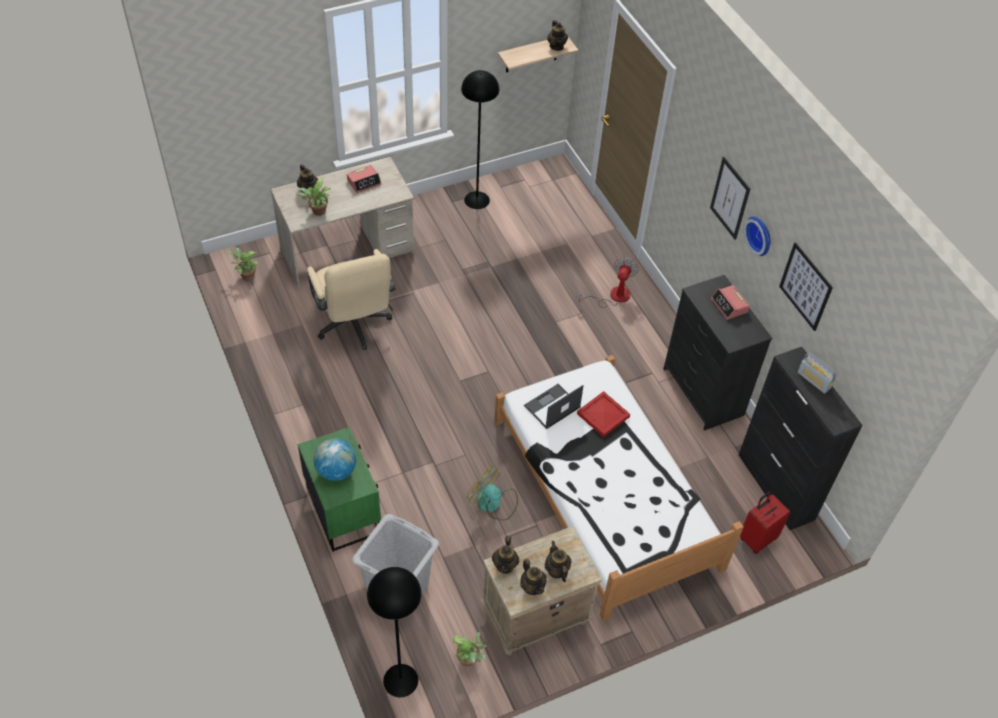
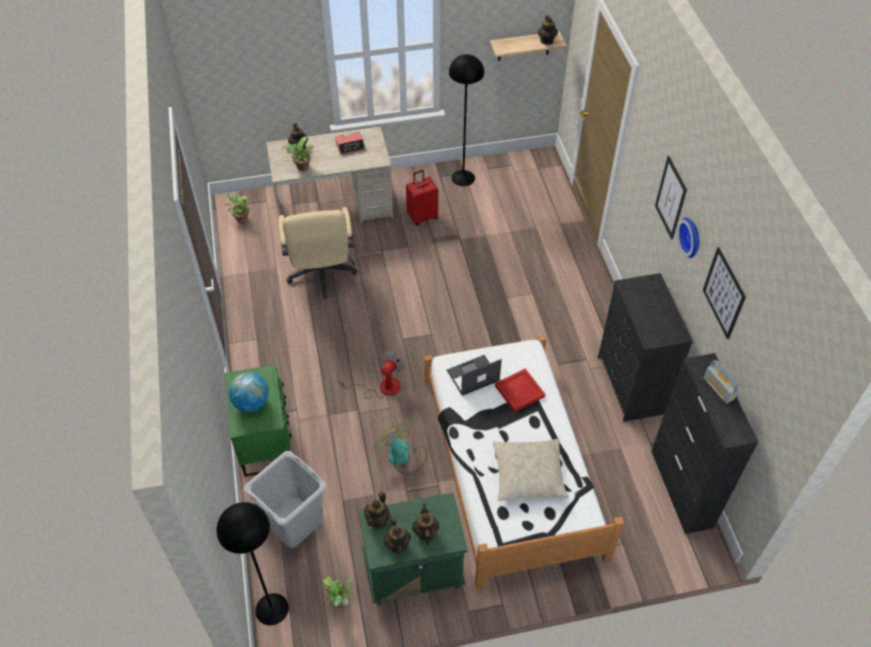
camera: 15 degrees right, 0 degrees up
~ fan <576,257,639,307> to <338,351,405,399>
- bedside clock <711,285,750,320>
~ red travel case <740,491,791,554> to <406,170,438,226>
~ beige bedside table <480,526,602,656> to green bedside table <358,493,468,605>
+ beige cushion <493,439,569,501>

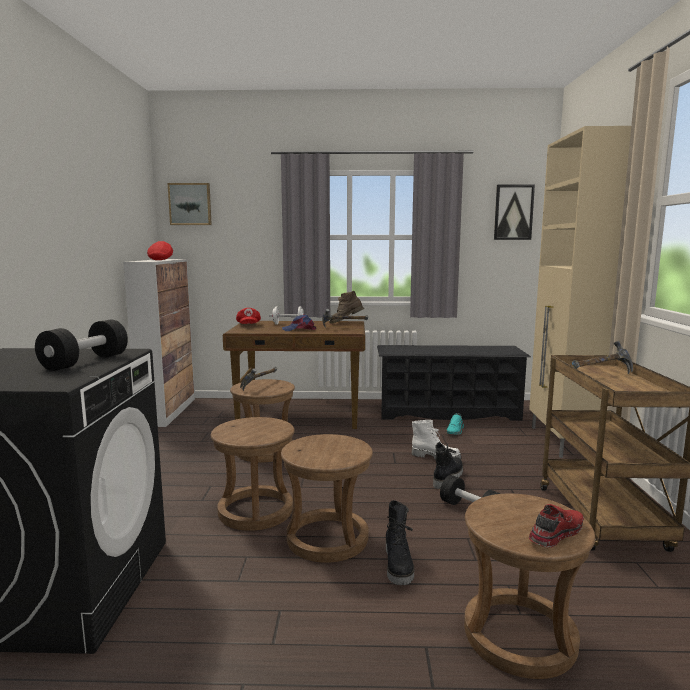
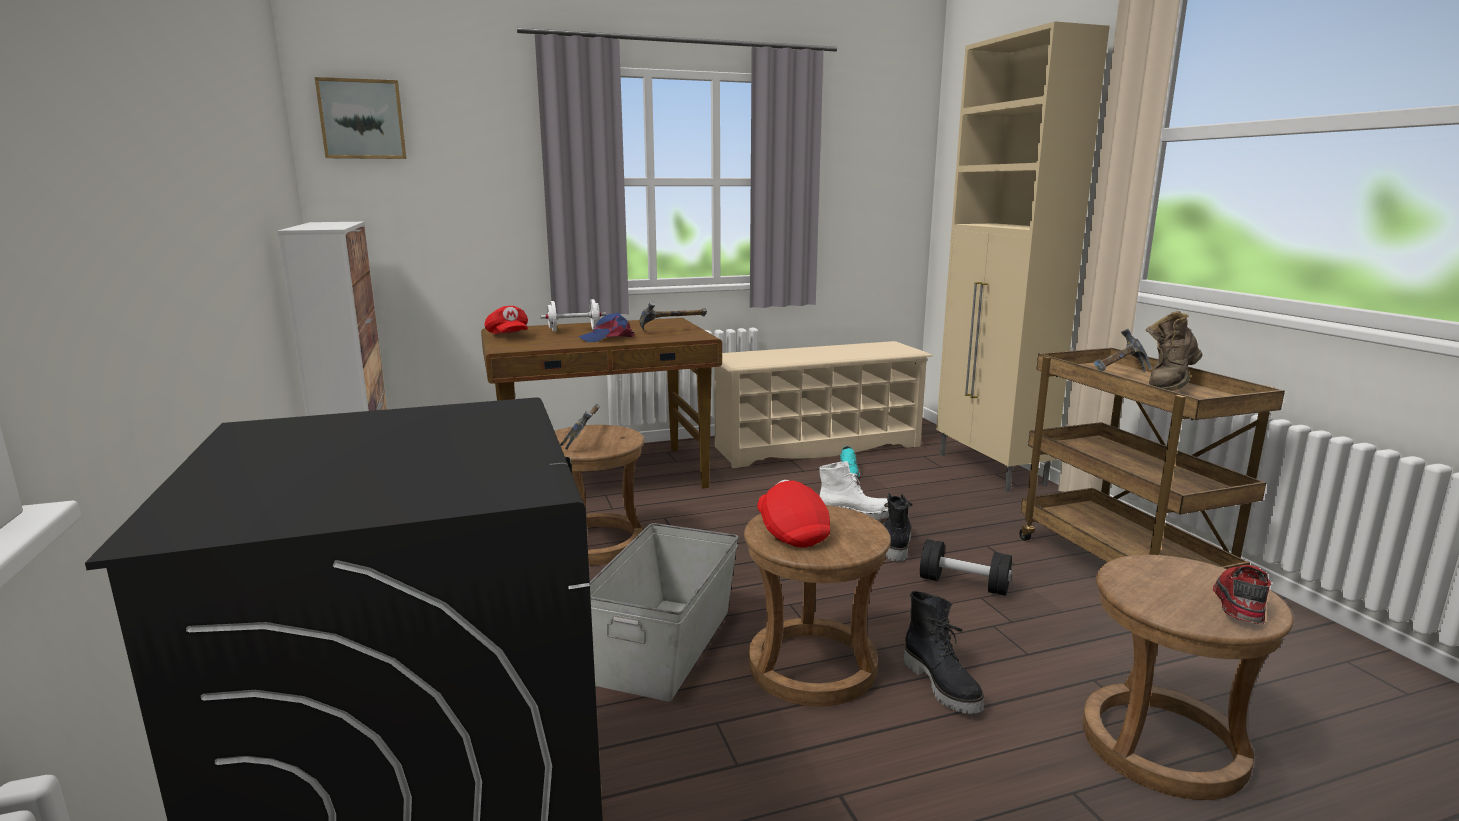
camera: 20 degrees left, 5 degrees up
- picture <494,185,535,240>
~ red baseball cap <147,241,173,260> to <757,480,830,548>
~ brownish high-top boot <329,291,364,323> to <1146,311,1203,391>
- black dumbbell <35,320,128,371>
~ black shoe stand <377,345,531,421> to beige shoe stand <714,341,932,468>
~ brownish sitting stool <211,417,295,531> to grey storage box <589,523,739,702>

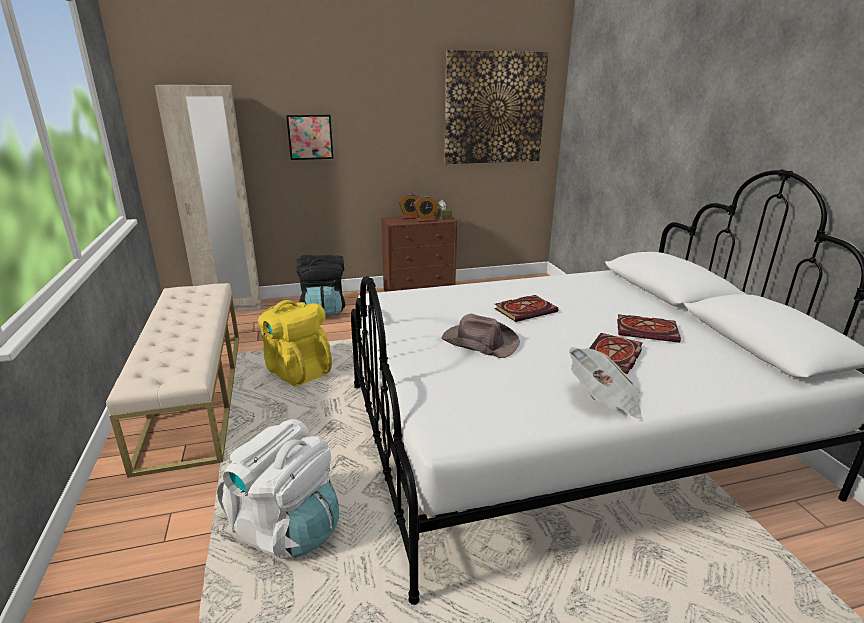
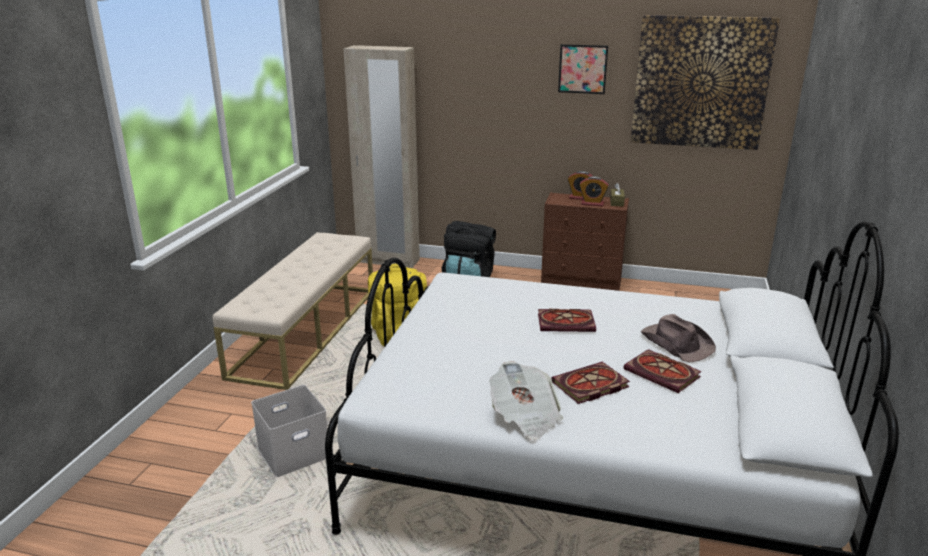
camera: 30 degrees right, 0 degrees up
~ picture <286,115,333,160> to <558,44,608,94>
~ brownish wearable hat <441,314,520,358> to <640,314,716,363>
~ white rucksack <217,419,339,559> to white storage box <251,385,327,477>

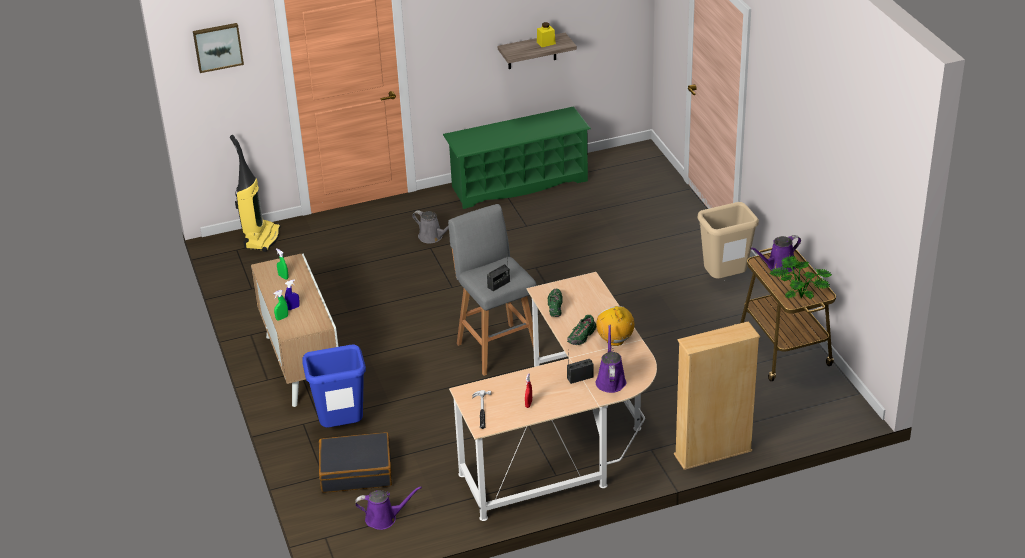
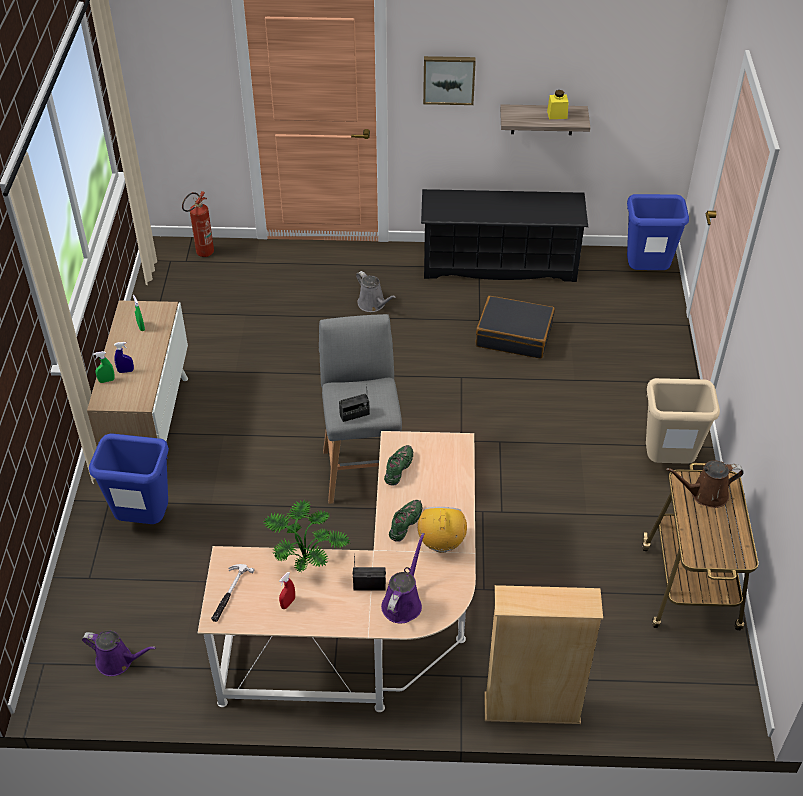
camera: 20 degrees right, 10 degrees up
~ picture <193,23,244,73> to <423,56,476,105>
~ green shoe stand <443,106,591,209> to black shoe stand <421,189,588,282>
~ vacuum <230,135,280,252> to extinguisher <182,191,214,257>
~ purple-coloured watering can <750,235,801,272> to brownish watering can <666,460,744,508>
~ potted plant <770,255,831,299> to <263,500,351,572>
~ green low shoe <567,315,596,345> = <389,500,423,542> 150 degrees clockwise
~ black travel case <319,432,392,493> to <476,296,555,359>
+ bluish waste bin <627,194,689,270>

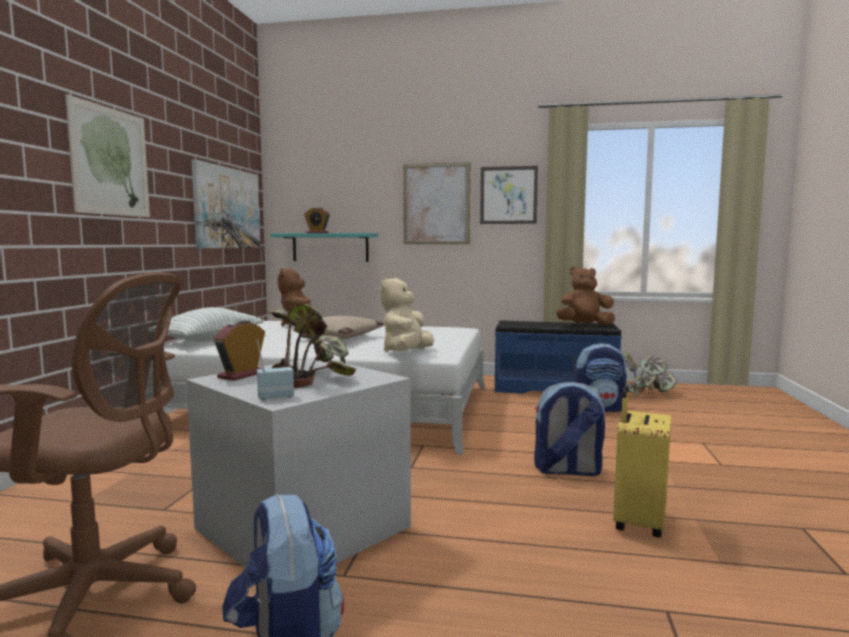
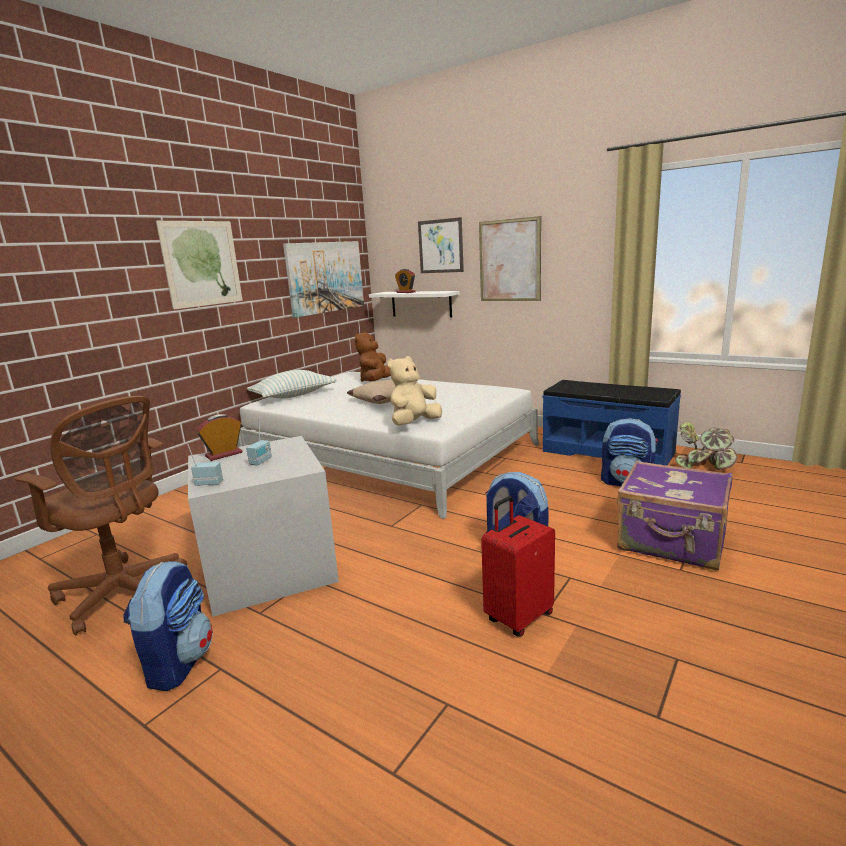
camera: 25 degrees right, 10 degrees up
~ picture <480,166,538,224> to <418,217,464,273>
~ blue-green shelf <271,233,378,262> to white shelf <369,291,460,318>
- brownish plush toy <556,267,615,326>
~ potted plant <266,304,356,388> to radio <246,420,272,466>
~ yellow travel case <613,385,671,538> to red travel case <481,496,555,637>
+ purple-coloured travel case <617,461,733,570>

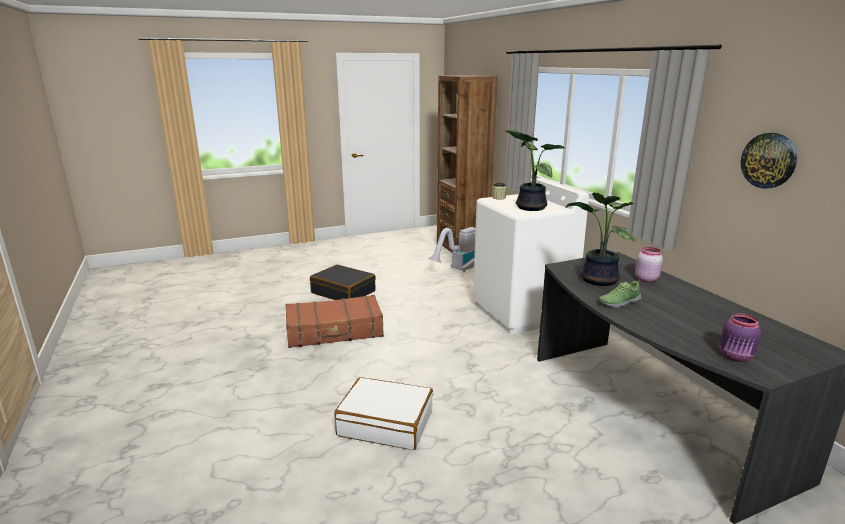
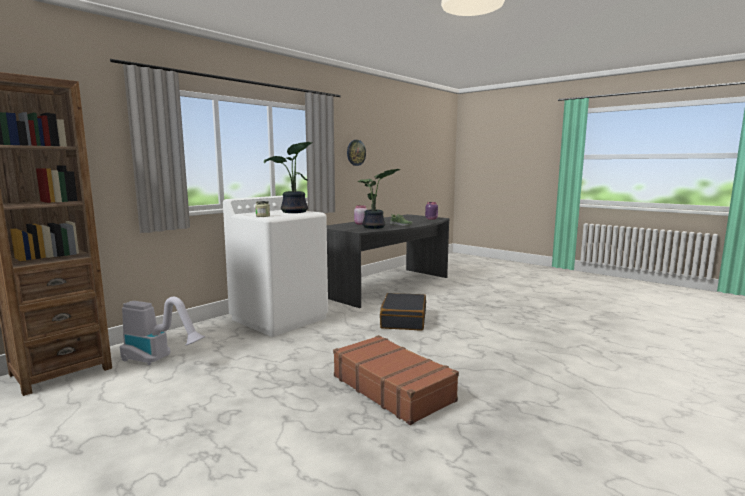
camera: 115 degrees left, 10 degrees down
~ black travel case <310,264,376,300> to <380,293,426,331>
- white travel case <334,377,433,450>

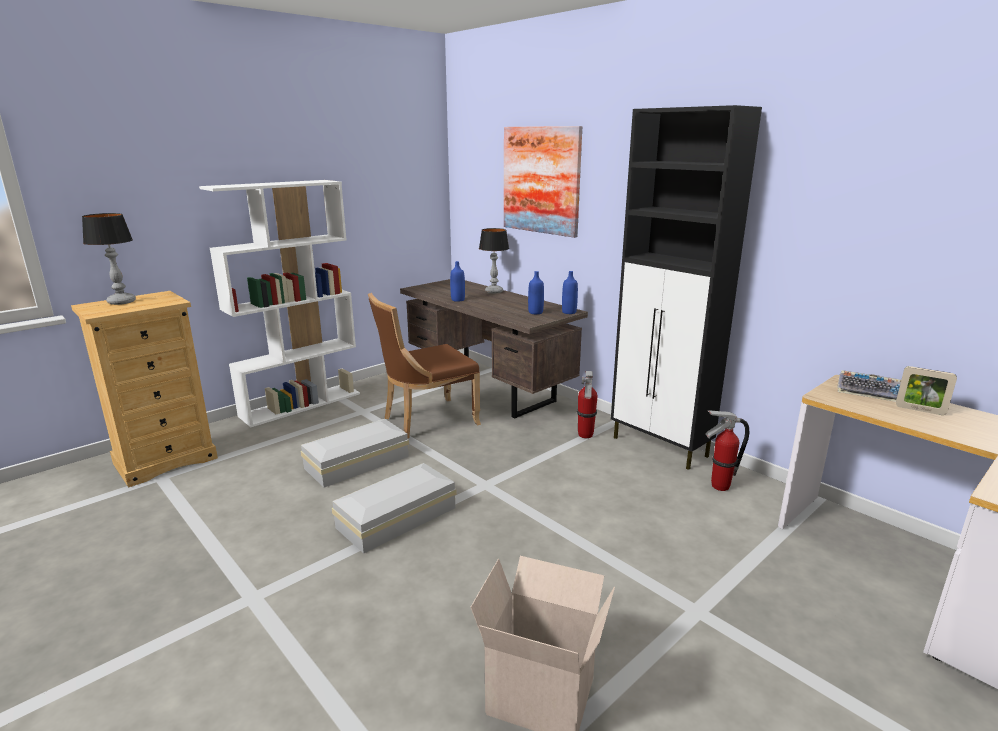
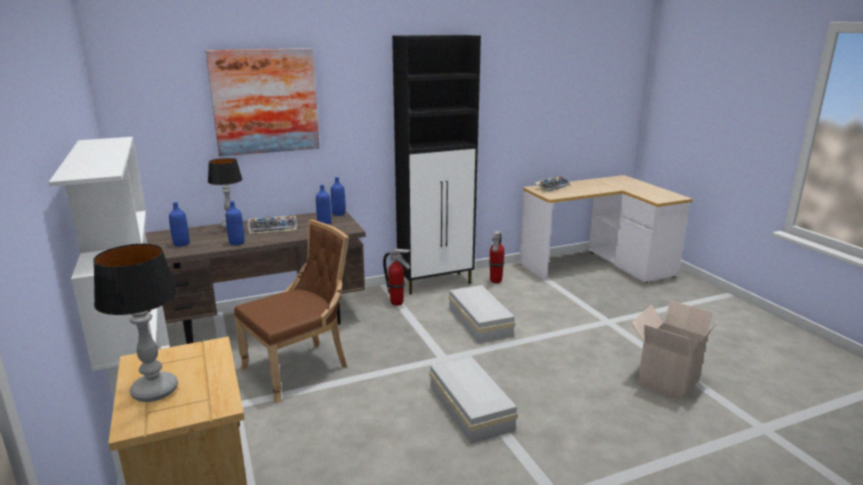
camera: 70 degrees left, 0 degrees up
~ brownish upright chair <368,293,481,438> = <234,220,349,403> 120 degrees counterclockwise
- picture frame <896,366,957,415>
~ white storage box <301,419,409,488> to <448,285,516,343>
+ bluish drink bottle <169,202,189,247>
+ computer keyboard <248,216,297,234>

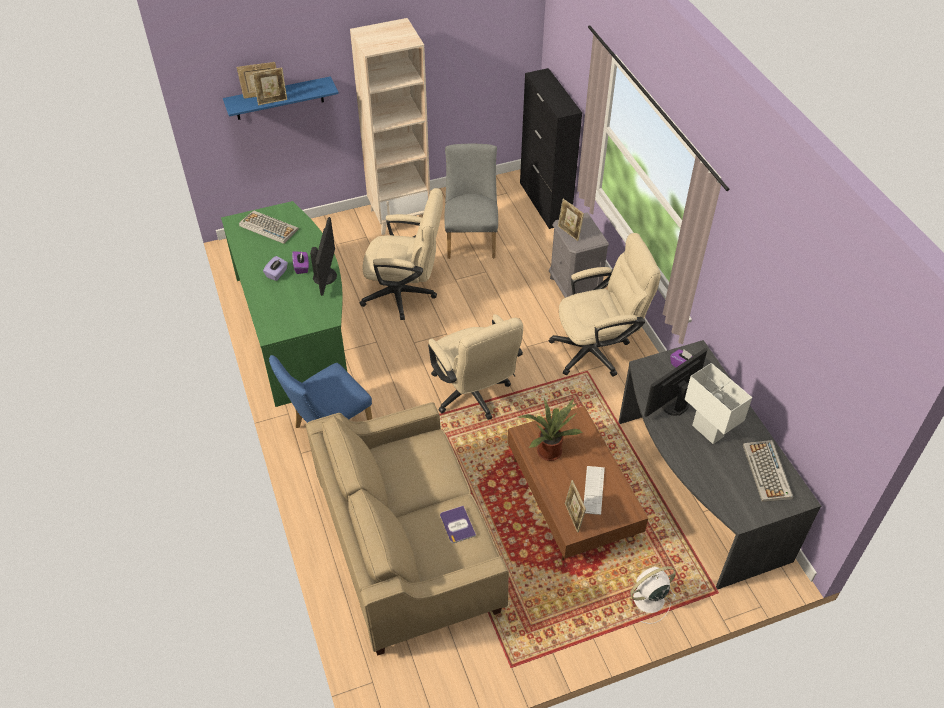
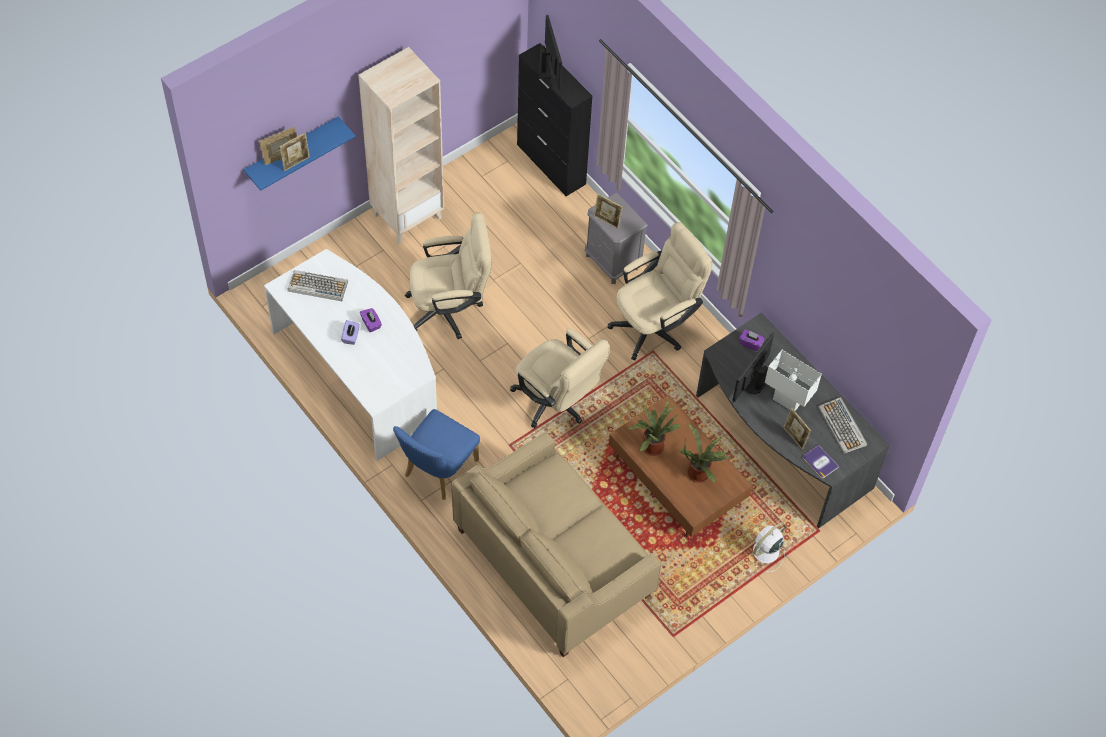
camera: 20 degrees left, 10 degrees up
- grey upright chair <445,144,498,259>
~ green desk table <221,201,347,407> to white desk table <264,249,437,461>
~ computer display <310,217,337,296> to <538,15,562,89>
~ computer keyboard <584,466,605,515> to potted plant <679,423,731,483>
~ picture frame <565,480,586,533> to <783,408,811,450>
~ volume <440,505,476,543> to <803,445,839,478>

